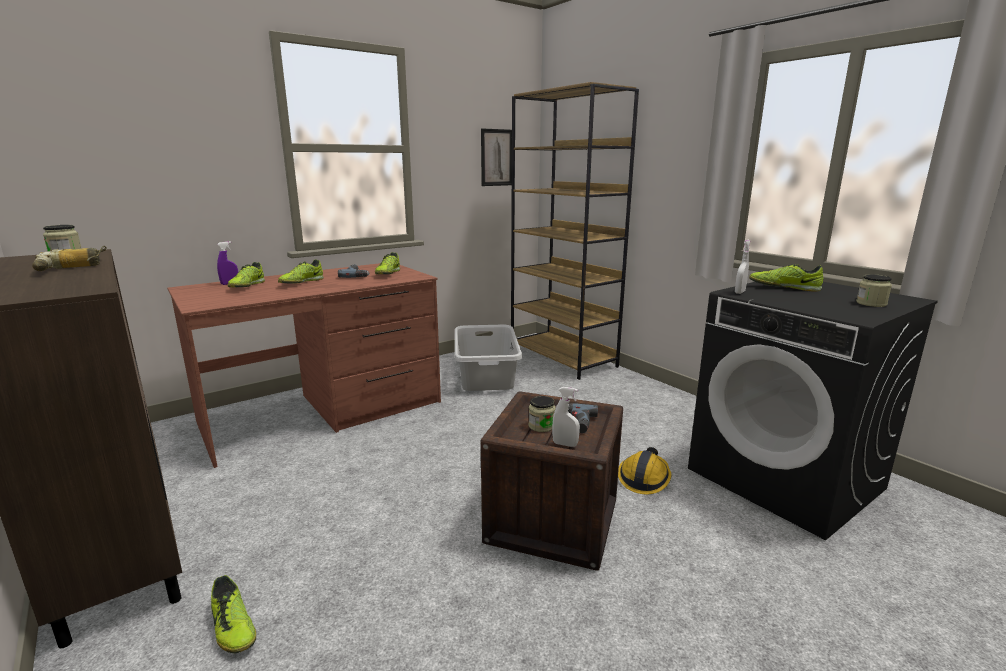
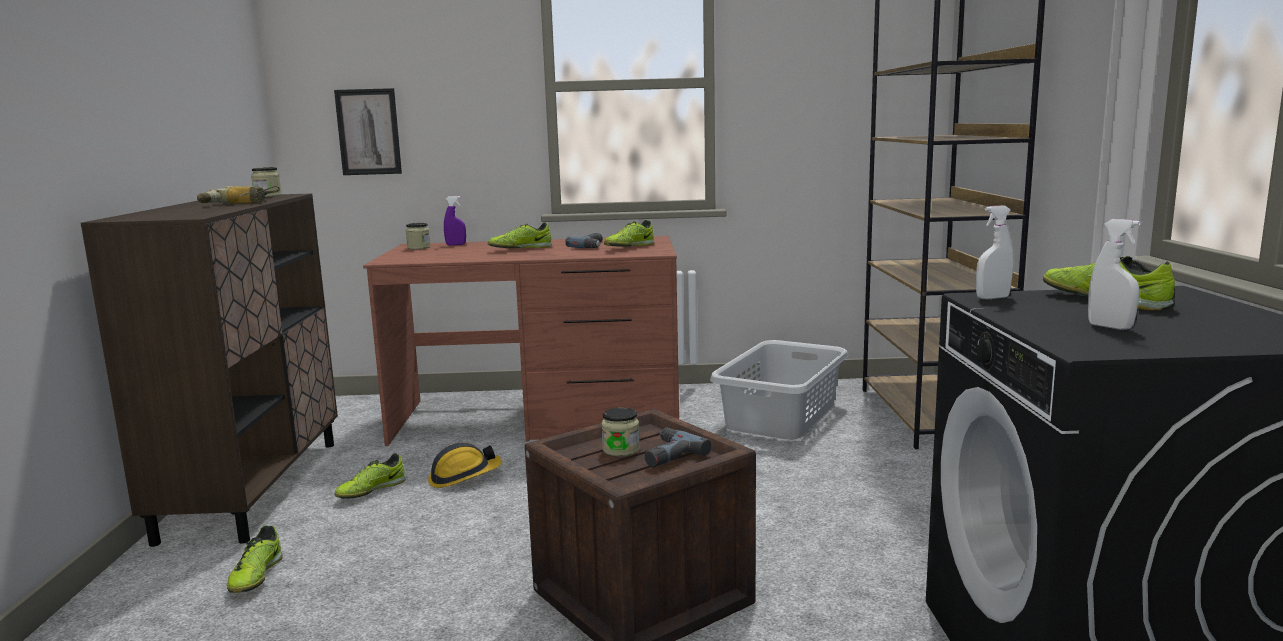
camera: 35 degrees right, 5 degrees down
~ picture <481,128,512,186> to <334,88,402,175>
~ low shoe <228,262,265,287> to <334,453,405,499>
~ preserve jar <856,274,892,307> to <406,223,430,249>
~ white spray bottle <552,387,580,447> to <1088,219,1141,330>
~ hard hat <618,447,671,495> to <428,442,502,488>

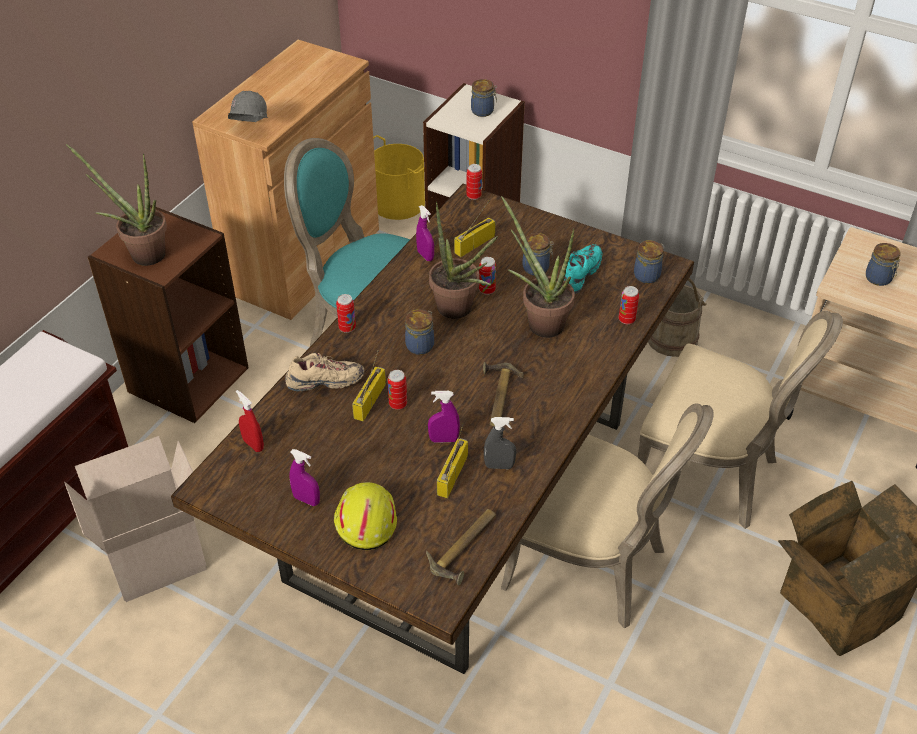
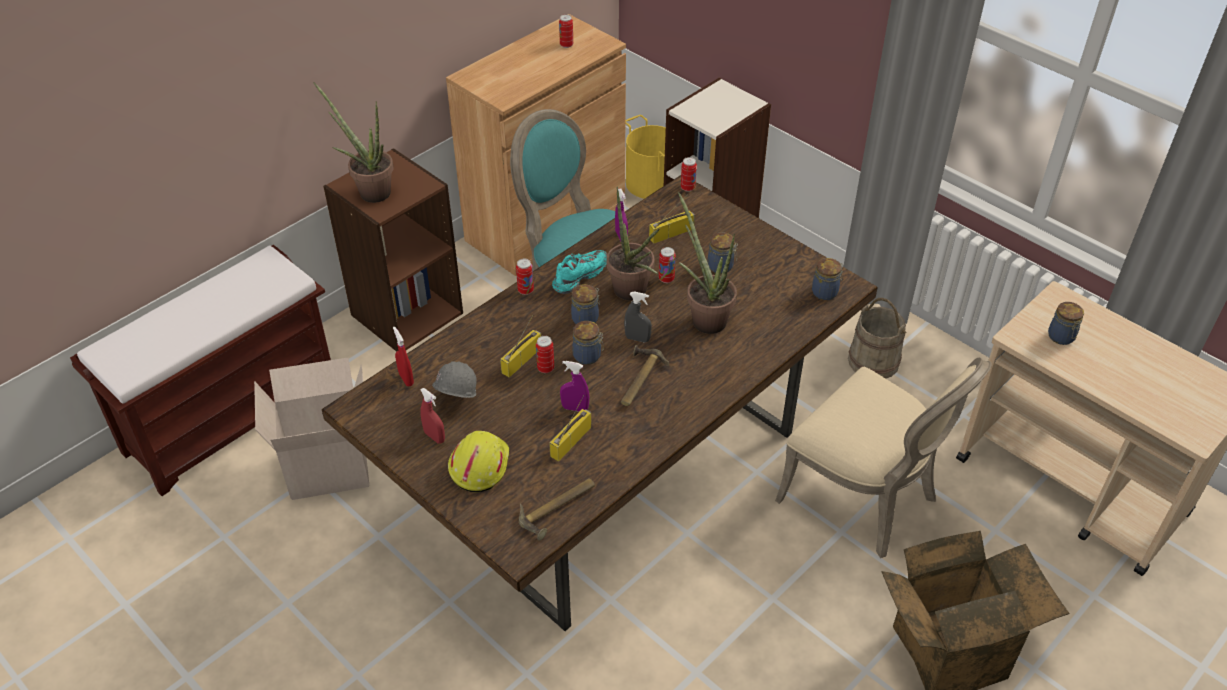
camera: 15 degrees right, 0 degrees up
~ preserve jar <471,79,497,117> to <572,321,604,365>
~ grey hard hat <228,91,268,122> to <432,361,477,398>
~ blue-green low shoe <564,244,602,294> to <552,250,607,294>
~ metal can <619,286,639,324> to <559,14,573,48>
- beige low shoe <285,353,364,391>
- beige upright chair <501,403,714,629>
~ grey spray bottle <484,417,516,469> to <624,291,652,342>
~ purple-coloured spray bottle <289,449,320,506> to red spray bottle <421,388,445,444>

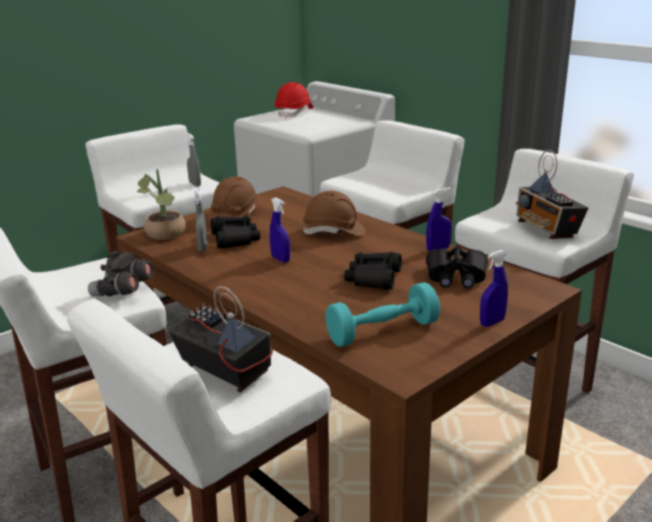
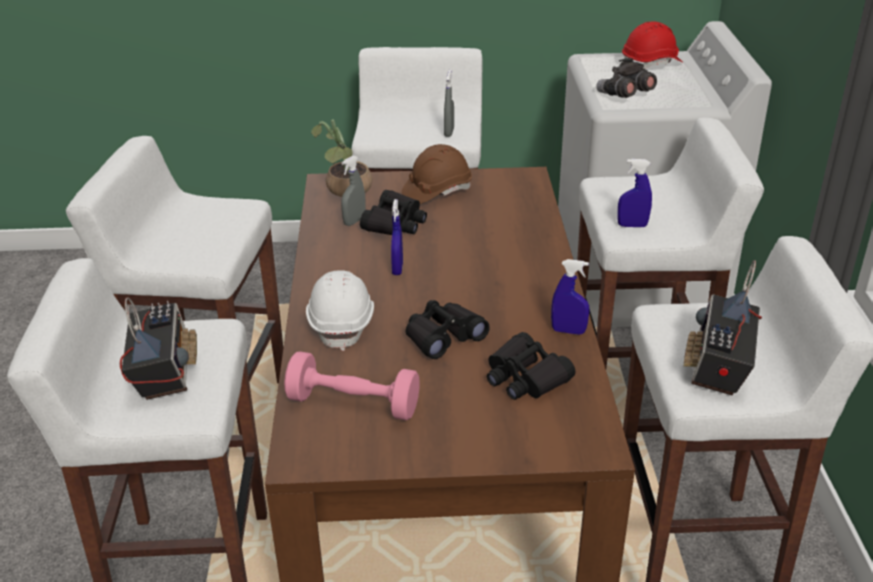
camera: 40 degrees right, 10 degrees up
- brownish hard hat <302,191,365,236>
~ grey binoculars <88,250,154,297> to <596,58,657,98>
~ bluish spray bottle <480,250,508,327> to <617,159,652,227>
~ blue-green dumbbell <325,282,440,347> to pinkish dumbbell <284,351,420,420>
+ white hard hat <306,270,374,351>

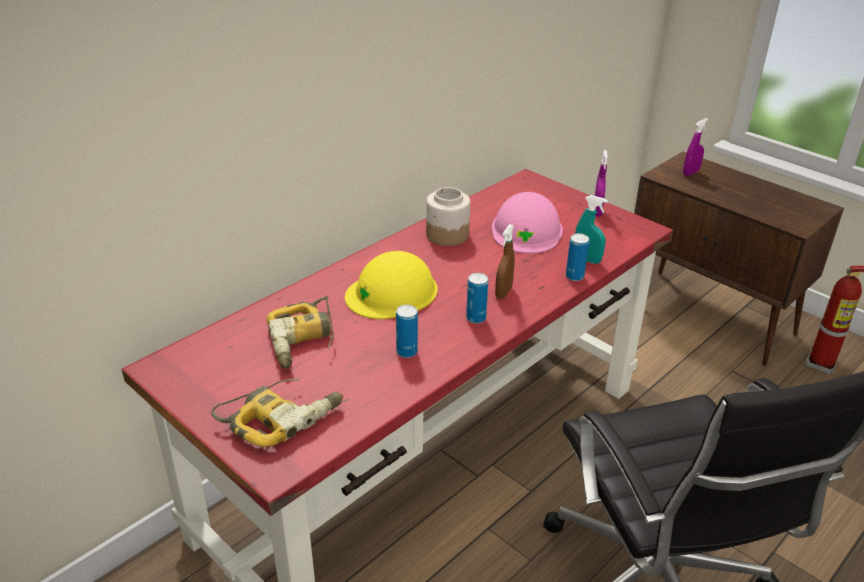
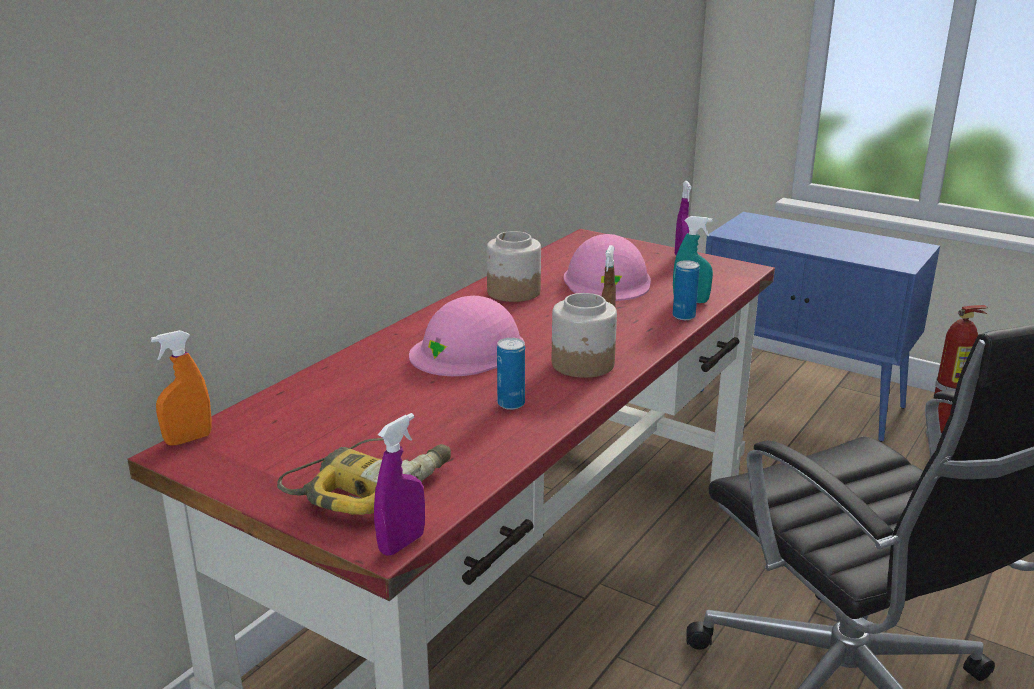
camera: 10 degrees left, 10 degrees down
~ purple-coloured spray bottle <683,118,708,176> to <374,413,425,556>
~ brownish cupboard <634,152,844,366> to bluish cupboard <700,212,940,442>
~ yellow hard hat <345,251,438,319> to pinkish hard hat <409,296,524,376>
~ metal can <466,273,488,324> to preserve jar <552,293,617,378>
- drill <267,296,334,368>
+ orange-coloured spray bottle <151,330,212,446>

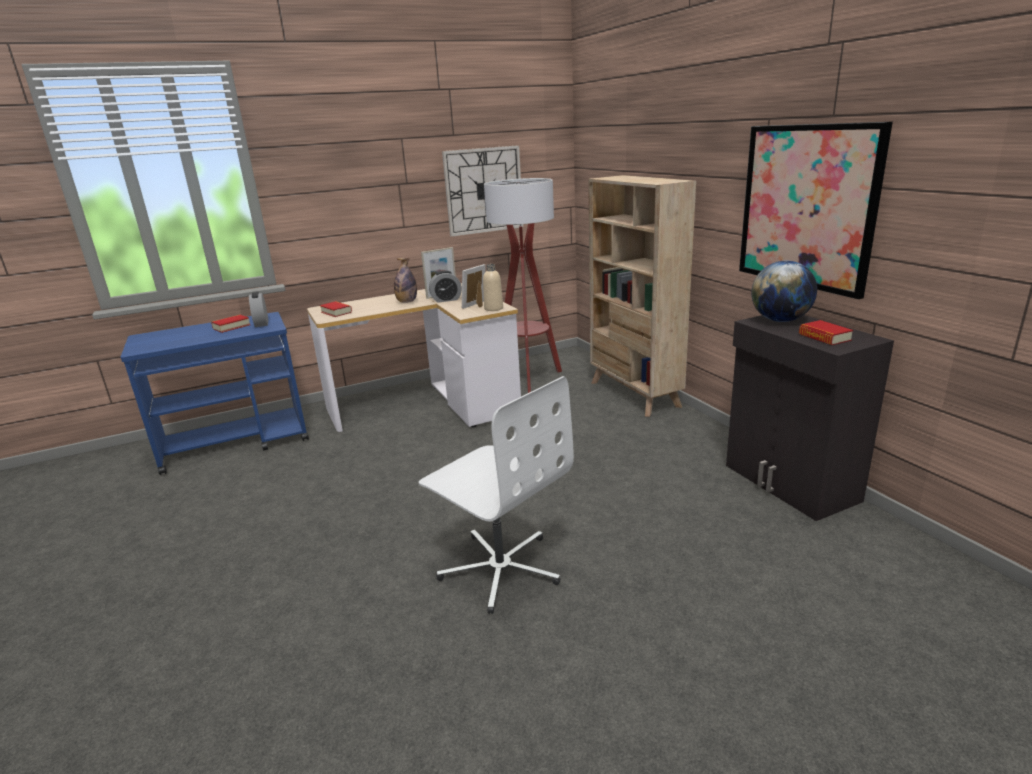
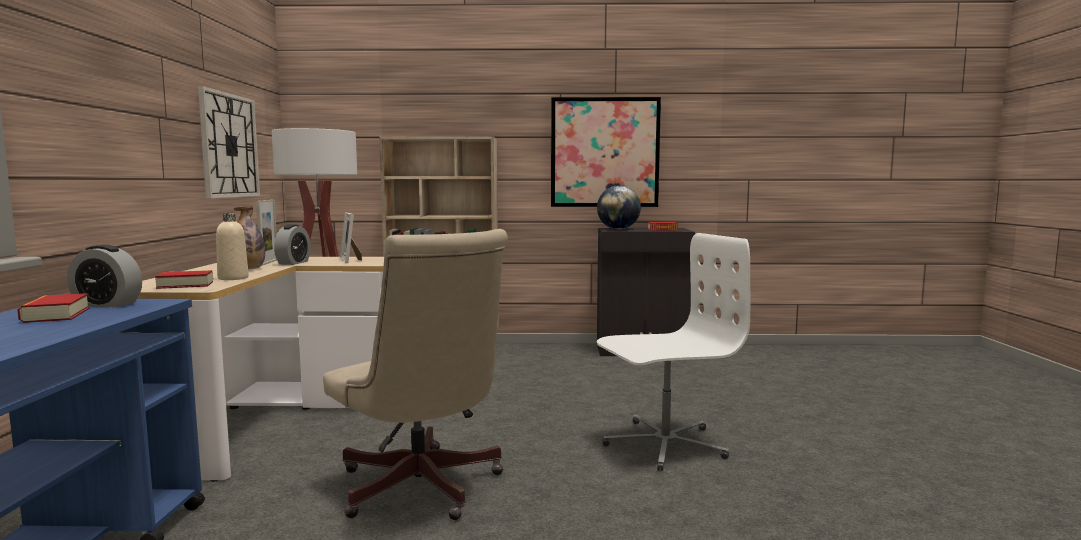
camera: 65 degrees left, 15 degrees down
~ beige drink bottle <483,264,503,311> to <216,213,249,280>
+ beige computer chair <323,229,508,520>

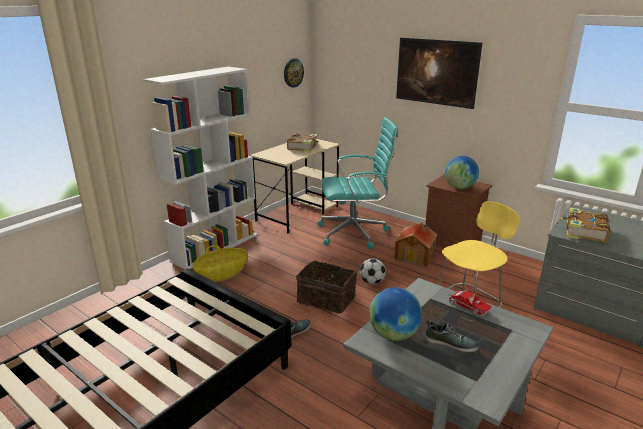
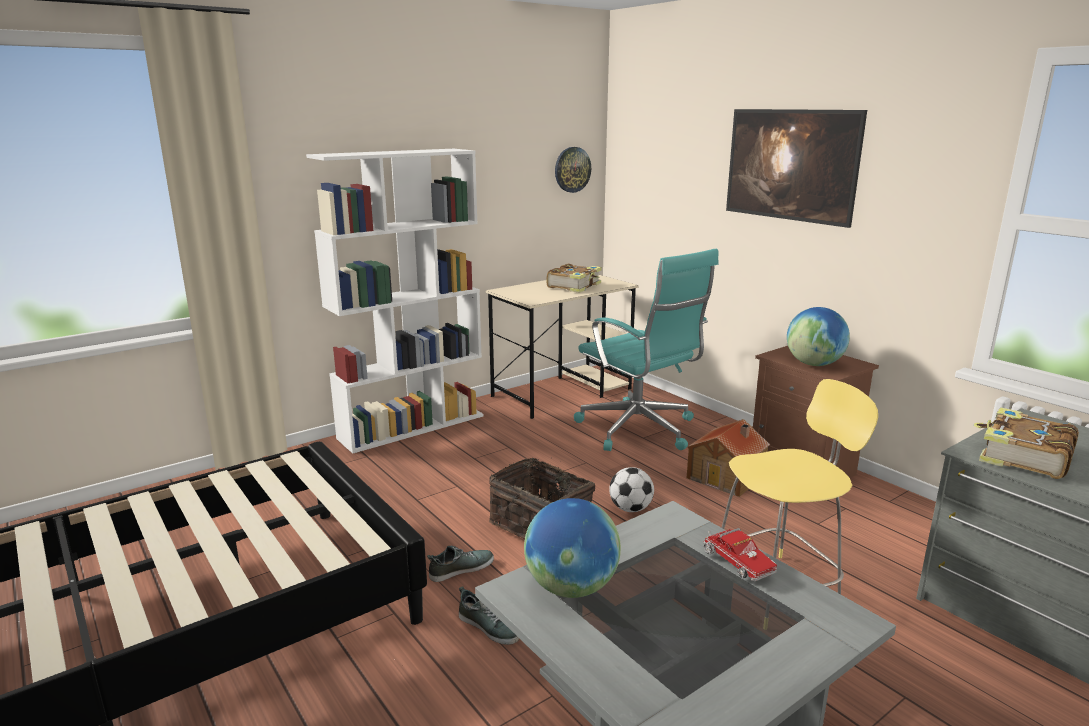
camera: 15 degrees right, 5 degrees down
~ blue-green computer chair <317,117,398,249> = <574,249,719,451> 45 degrees clockwise
- storage basket <193,245,248,281>
~ low shoe <425,320,478,352> to <459,586,519,645>

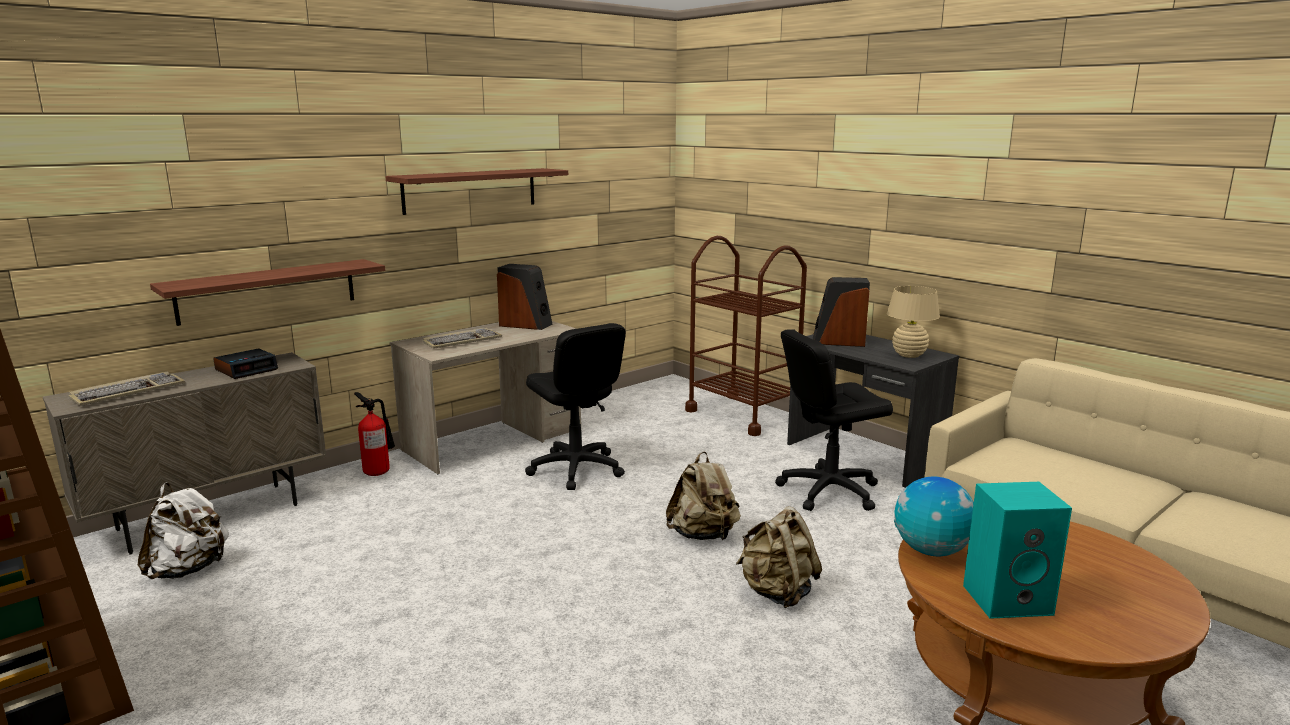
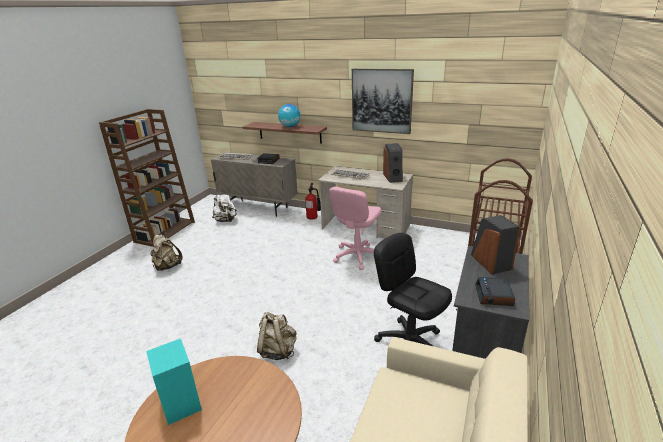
camera: 65 degrees right, 10 degrees up
~ shelf <385,168,568,215> to picture <352,68,414,134>
~ beige lamp for a table <887,286,940,358> to bedside clock <475,277,515,306>
~ black computer chair <525,323,626,490> to pinkish computer chair <329,187,382,270>
~ beige rucksack <666,452,741,540> to <150,233,183,271>
~ world globe <894,476,974,556> to <278,104,300,127>

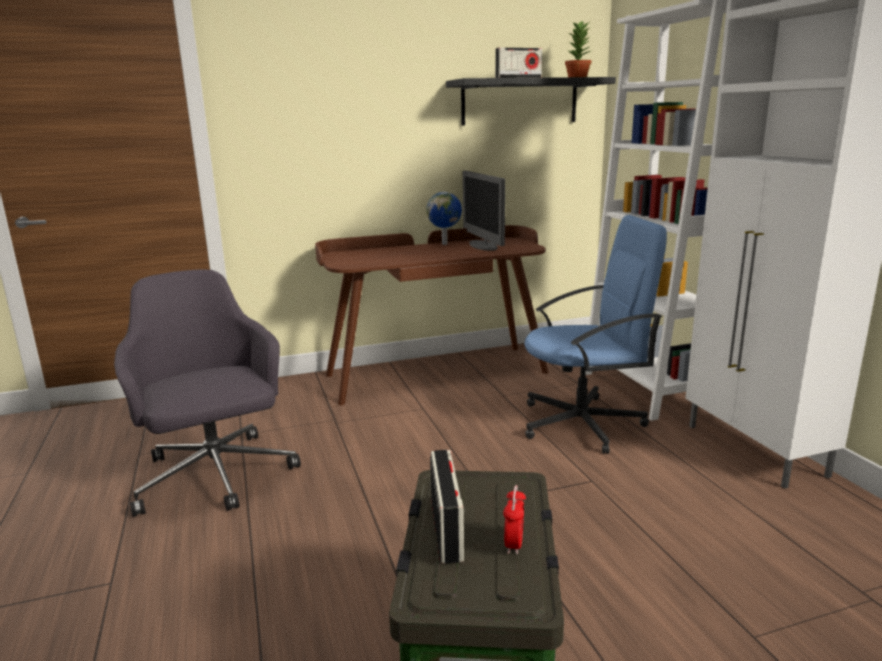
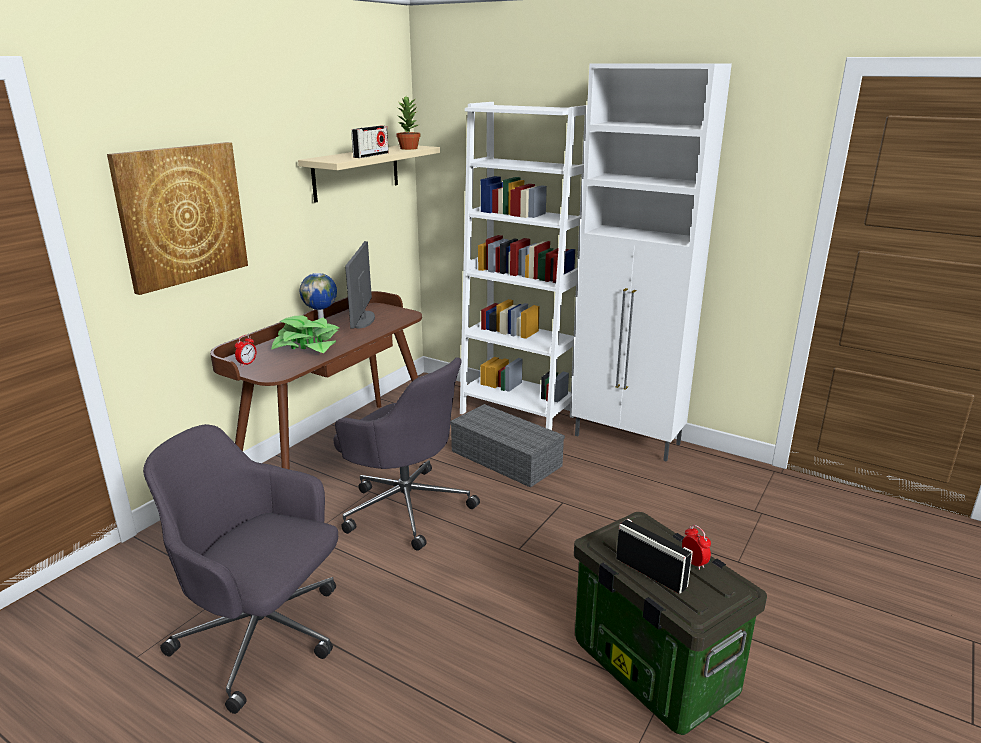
camera: 40 degrees left, 5 degrees up
~ black shelf <446,77,616,125> to beige shelf <298,145,440,203>
~ computer display <463,171,505,251> = <345,241,375,328> 60 degrees clockwise
~ bluish computer chair <524,215,667,454> to grey storage box <450,404,565,488>
+ picture <107,142,248,295>
+ potted plant <271,315,339,353>
+ bedside clock <235,335,256,367>
+ grey computer chair <333,357,480,551>

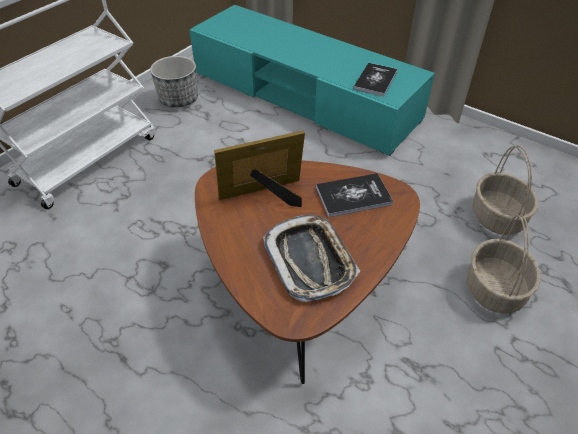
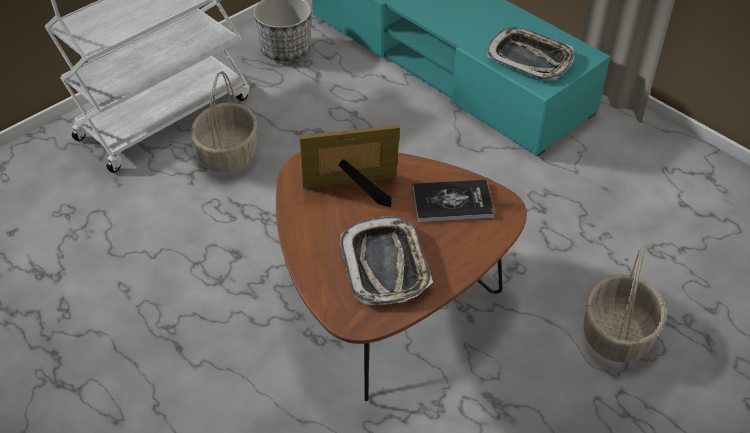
camera: 10 degrees right, 0 degrees up
~ volume <353,63,397,96> to carrying tray <487,27,574,81>
~ storage basket <472,145,538,235> to <191,71,257,172>

